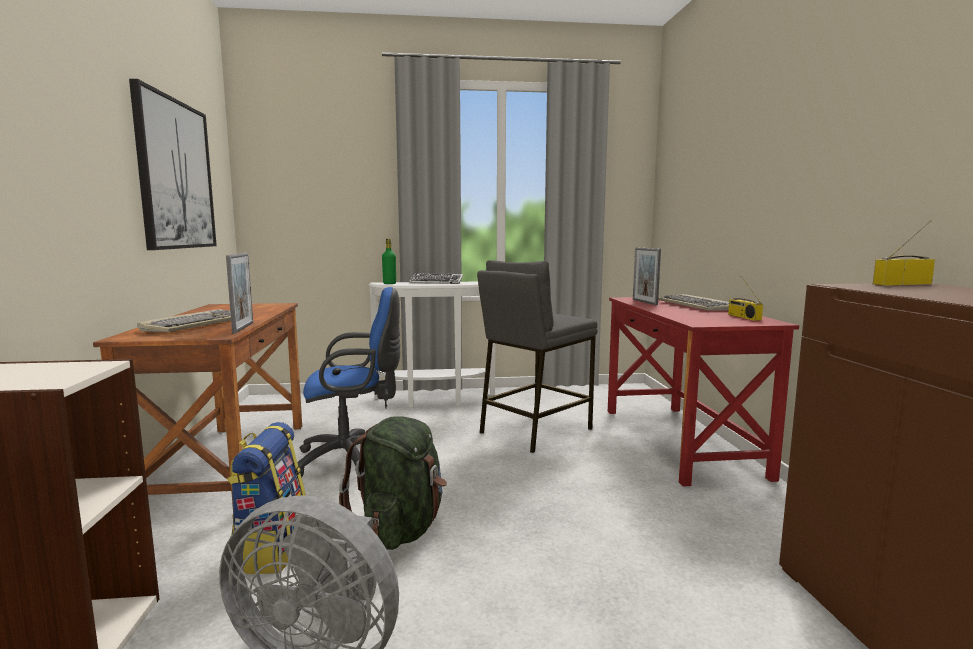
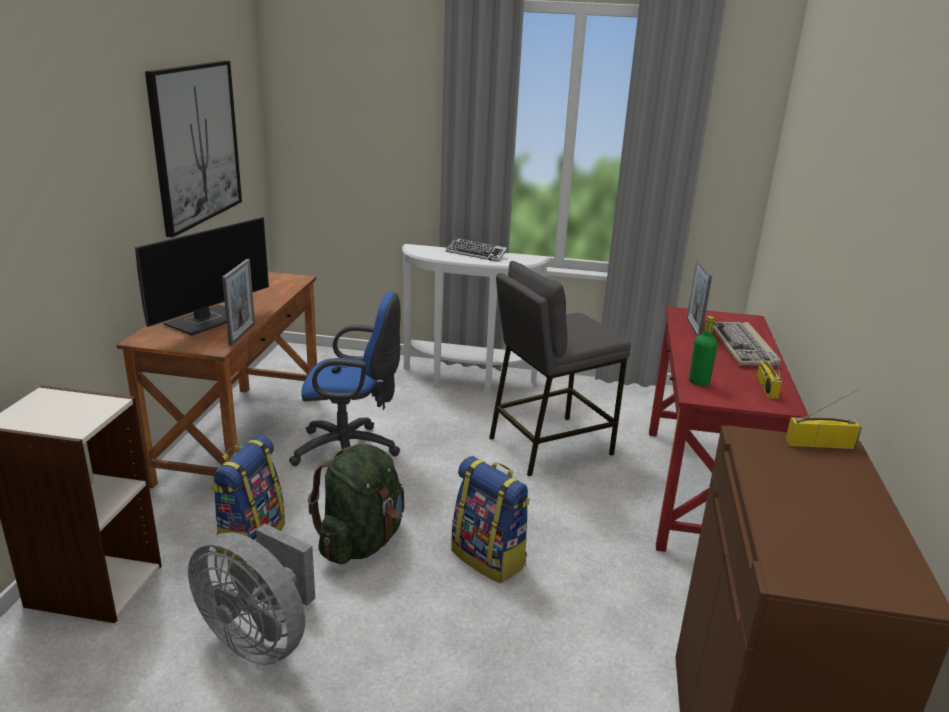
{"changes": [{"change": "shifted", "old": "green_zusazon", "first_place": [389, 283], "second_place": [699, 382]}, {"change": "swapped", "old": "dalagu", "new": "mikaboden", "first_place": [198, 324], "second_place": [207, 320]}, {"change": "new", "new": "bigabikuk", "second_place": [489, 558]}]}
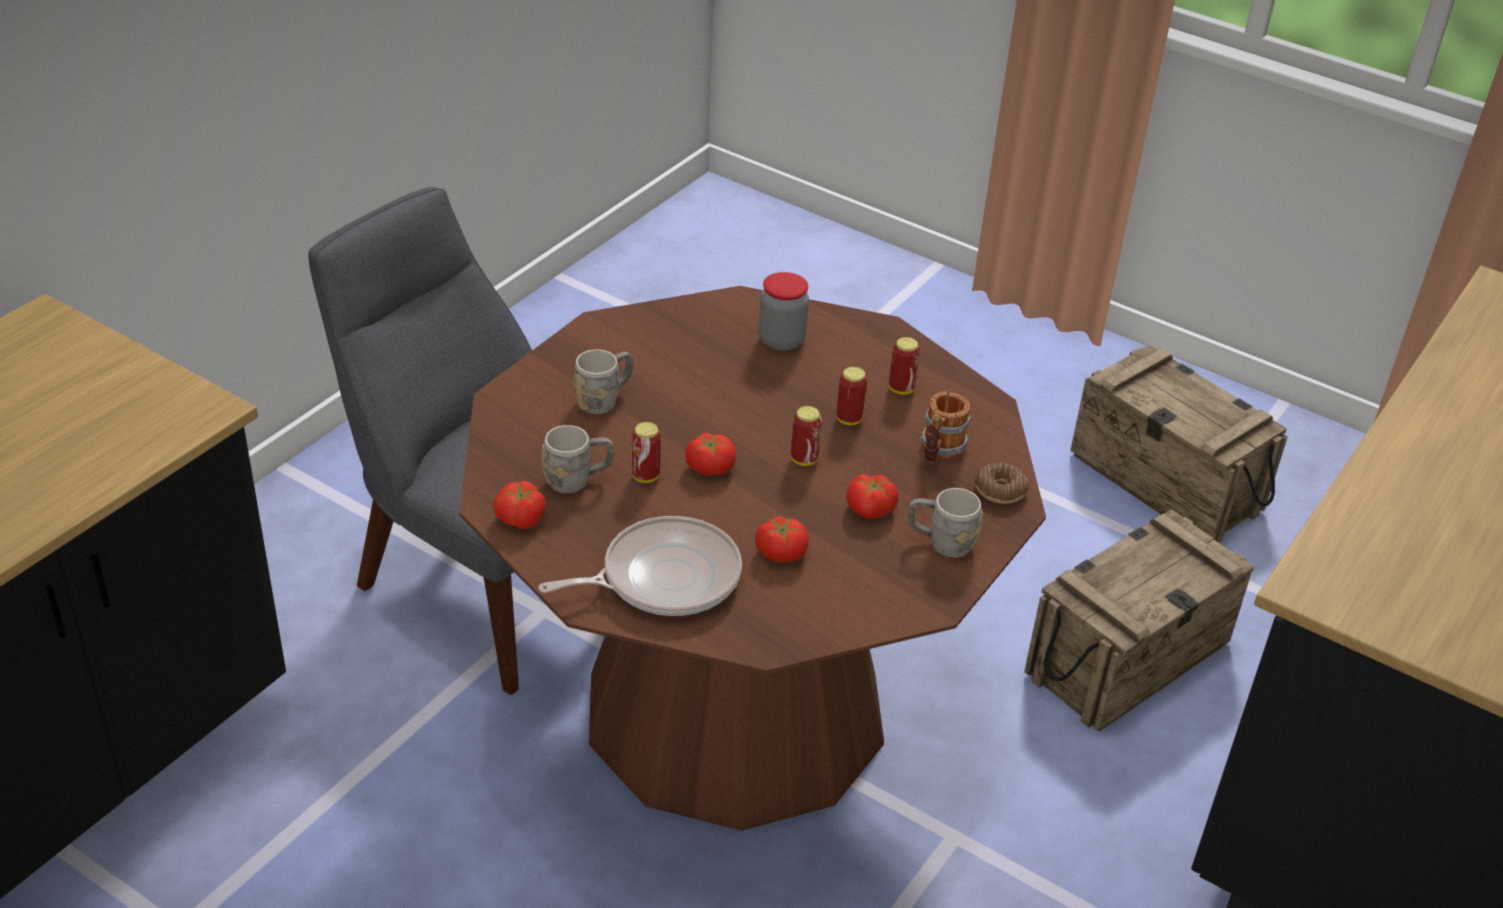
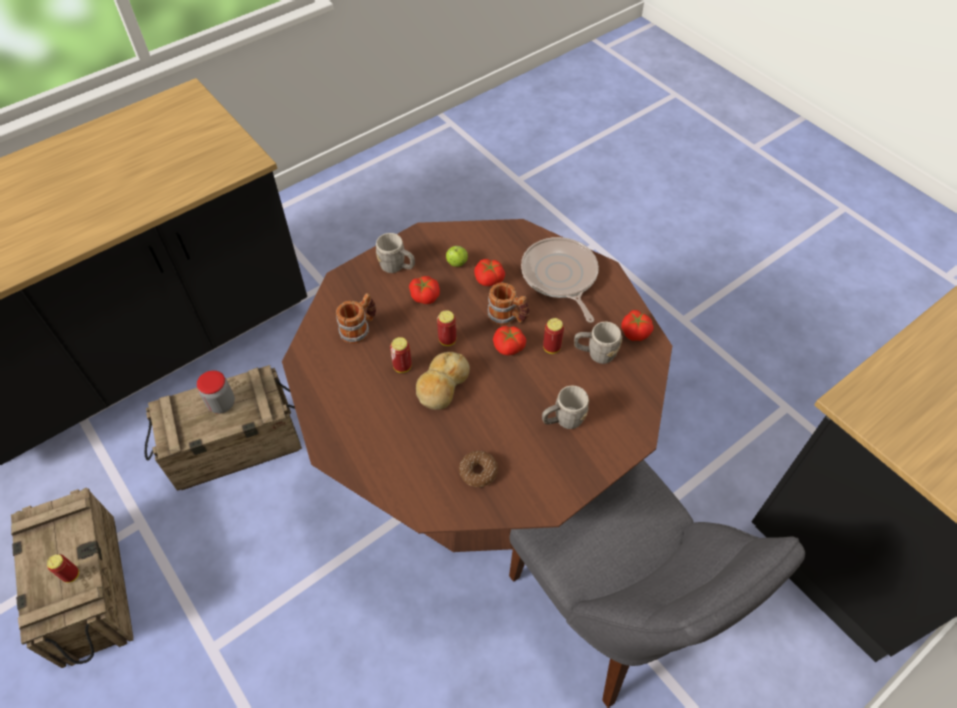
{"changes": [{"change": "shifted", "old": "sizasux", "first_place": [781, 340], "second_place": [222, 403]}, {"change": "shifted", "old": "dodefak", "first_place": [901, 389], "second_place": [71, 575]}, {"change": "shifted", "old": "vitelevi", "first_place": [1000, 490], "second_place": [478, 472]}, {"change": "rotated", "old": "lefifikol", "first_place": [663, 578], "second_place": [560, 277], "degrees": 75}, {"change": "new", "new": "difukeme", "second_place": [457, 263]}, {"change": "new", "new": "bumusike", "second_place": [507, 317]}, {"change": "new", "new": "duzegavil", "second_place": [442, 386]}]}
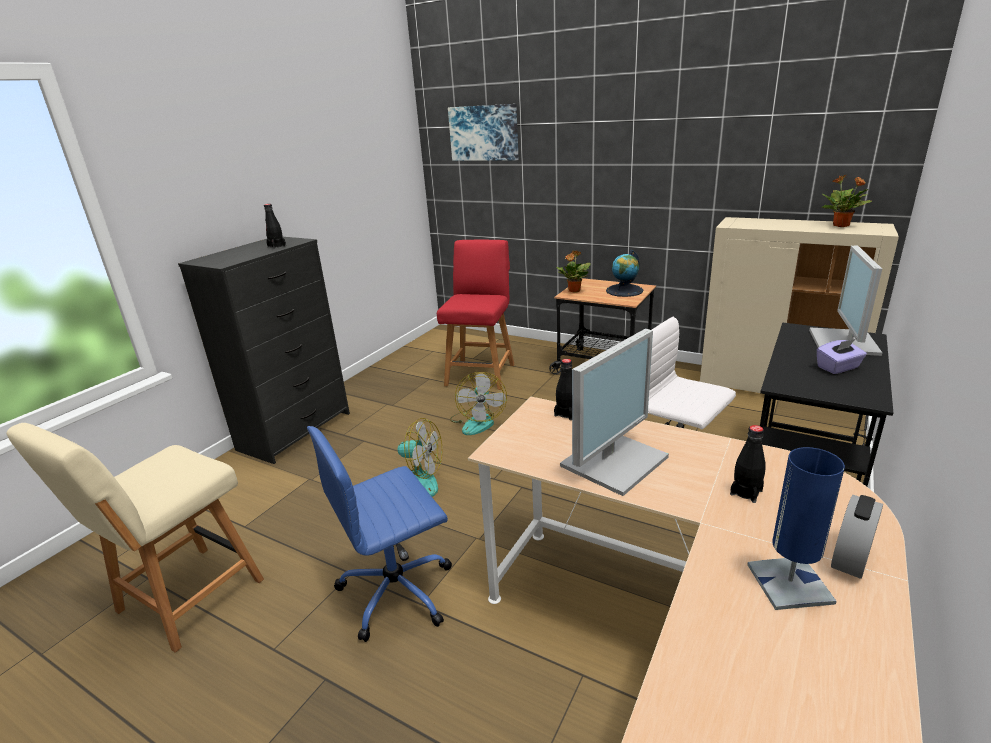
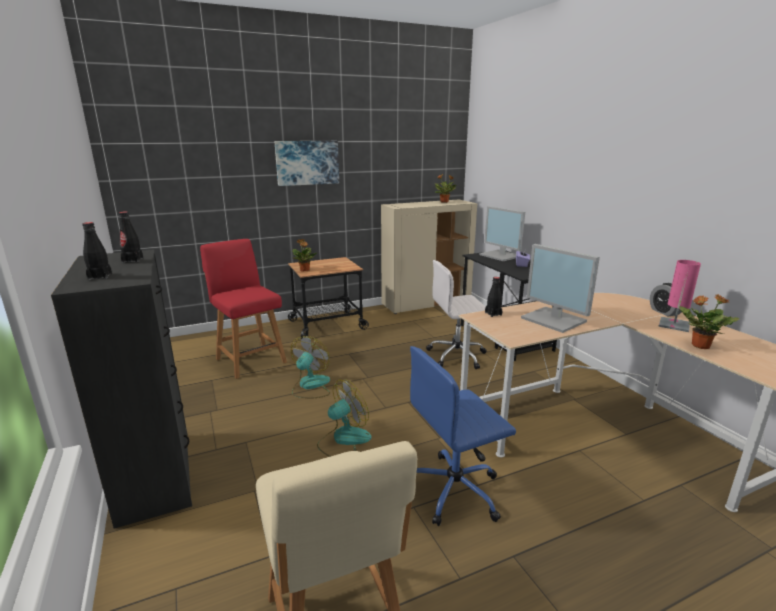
{"changes": [{"change": "shifted", "old": "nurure", "first_place": [484, 133], "second_place": [307, 162]}, {"change": "gone", "old": "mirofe", "first_place": [624, 291]}, {"change": "rotated", "old": "mikaboden", "first_place": [614, 460], "second_place": [555, 320], "degrees": 150}, {"change": "rotated", "old": "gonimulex", "first_place": [478, 421], "second_place": [310, 386], "degrees": -105}, {"change": "shifted", "old": "black_zusazon", "first_place": [746, 492], "second_place": [100, 276]}, {"change": "rotated", "old": "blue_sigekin", "first_place": [398, 591], "second_place": [456, 490], "degrees": 60}, {"change": "repainted", "old": "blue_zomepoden", "new": "pink_zomepoden", "first_place": [789, 583], "second_place": [674, 325]}, {"change": "new", "new": "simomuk", "second_place": [699, 345]}]}
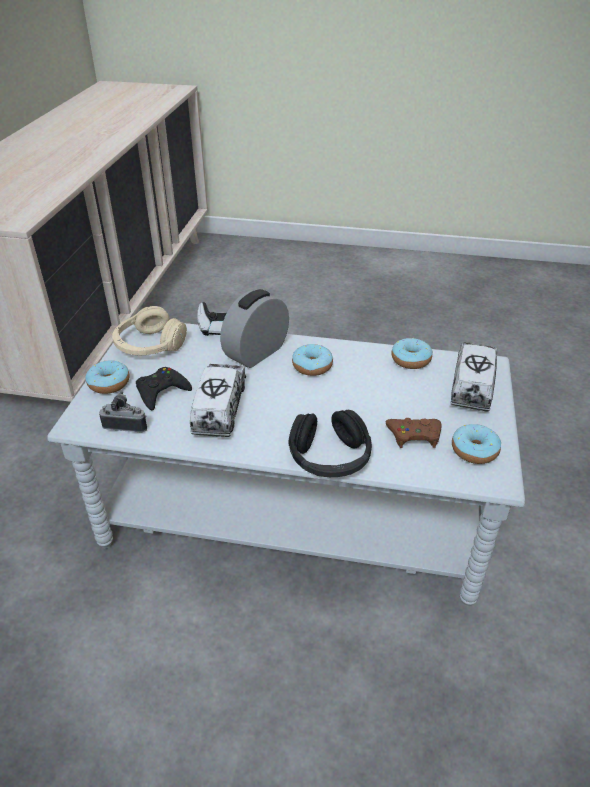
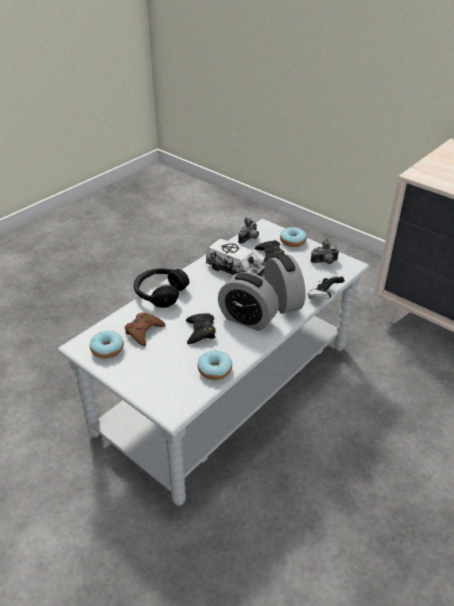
{"changes": [{"change": "swapped", "old": "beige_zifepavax", "new": "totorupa", "first_place": [149, 345], "second_place": [324, 262]}, {"change": "gone", "old": "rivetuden", "first_place": [472, 385]}, {"change": "swapped", "old": "vitelevi", "new": "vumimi", "first_place": [312, 366], "second_place": [247, 319]}, {"change": "new", "new": "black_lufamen", "second_place": [200, 331]}]}
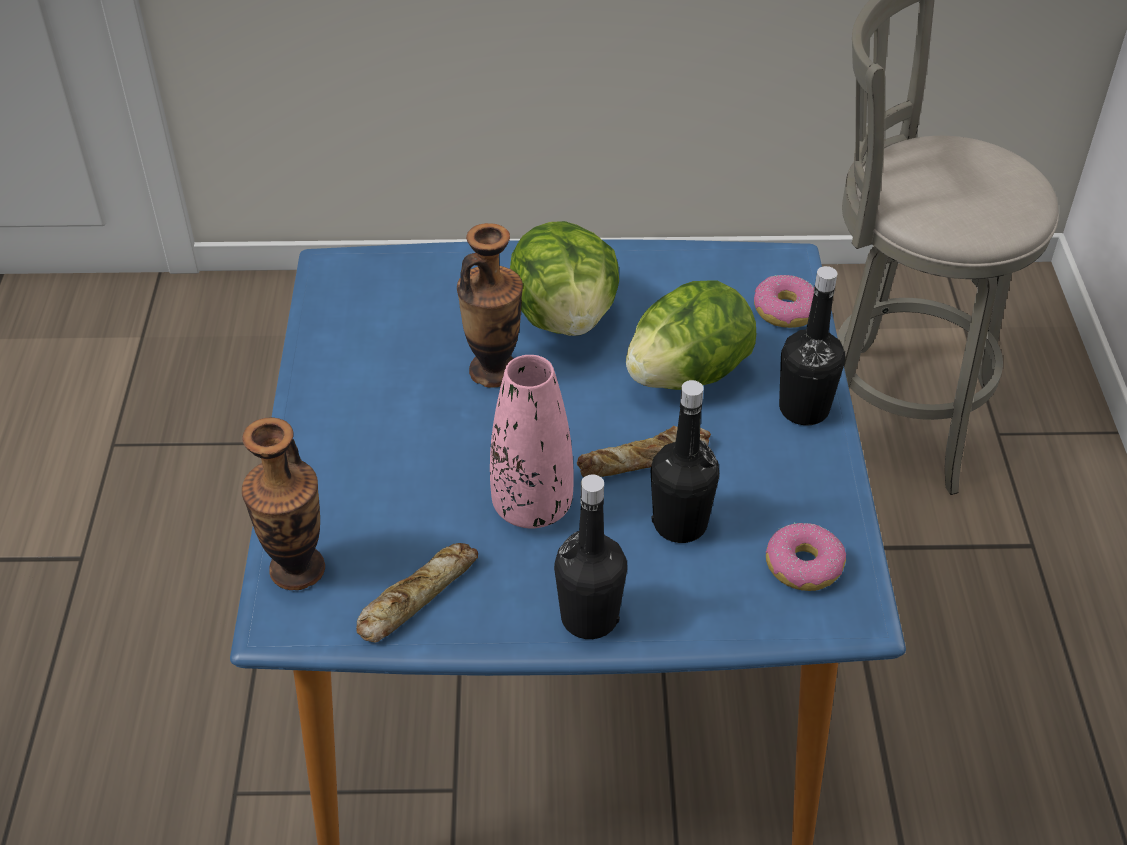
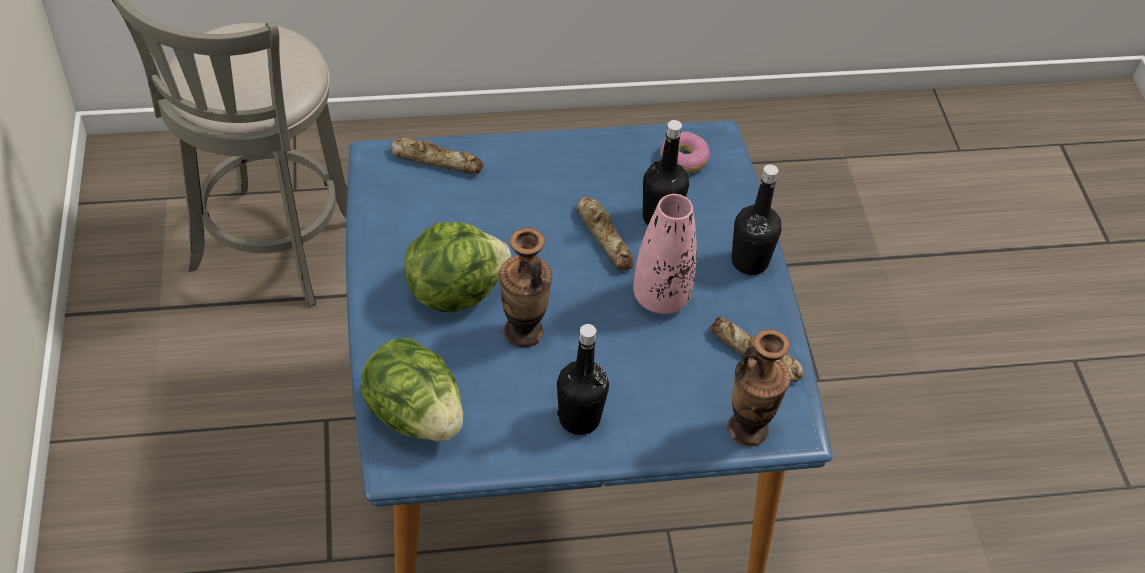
{"changes": [{"change": "shifted", "old": "black_zusazon", "first_place": [804, 409], "second_place": [579, 418]}, {"change": "swapped", "old": "vitelevi", "new": "duzegavil", "first_place": [784, 310], "second_place": [436, 160]}, {"change": "shifted", "old": "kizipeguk", "first_place": [688, 374], "second_place": [415, 415]}]}
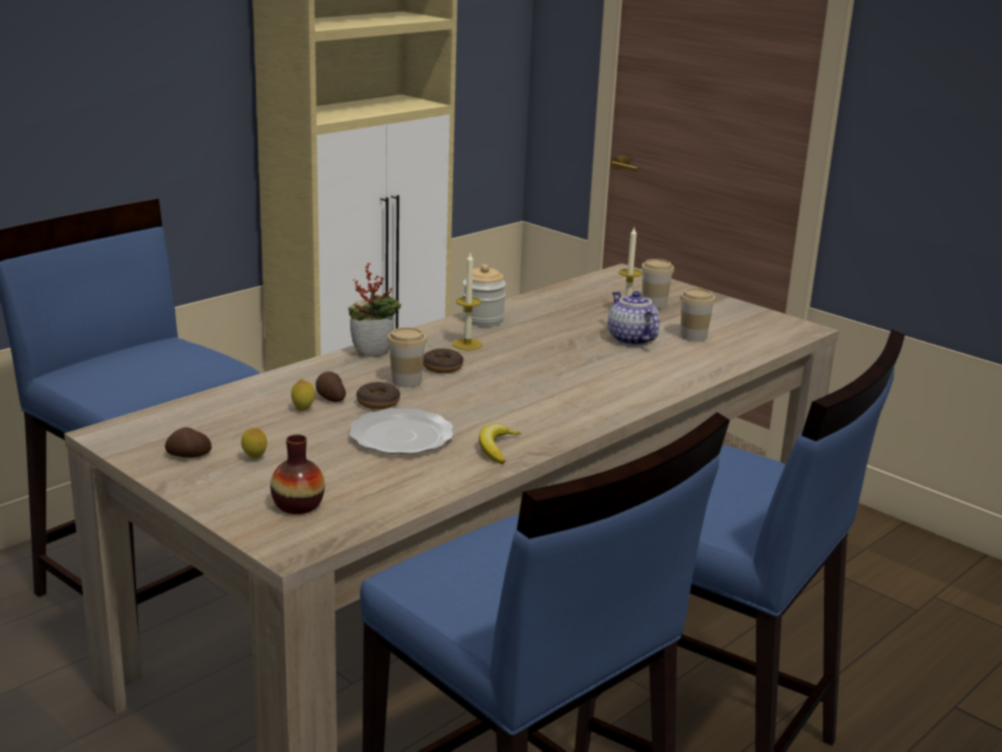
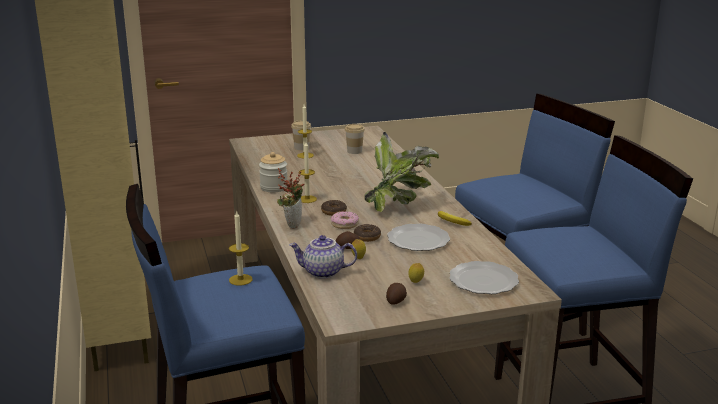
{"changes": [{"change": "shifted", "old": "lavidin", "first_place": [630, 339], "second_place": [323, 272]}, {"change": "swapped", "old": "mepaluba", "new": "vitelevi", "first_place": [406, 381], "second_place": [344, 224]}, {"change": "swapped", "old": "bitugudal", "new": "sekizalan", "first_place": [298, 505], "second_place": [484, 281]}, {"change": "new", "new": "simomuk", "second_place": [399, 204]}, {"change": "new", "new": "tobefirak", "second_place": [240, 279]}]}
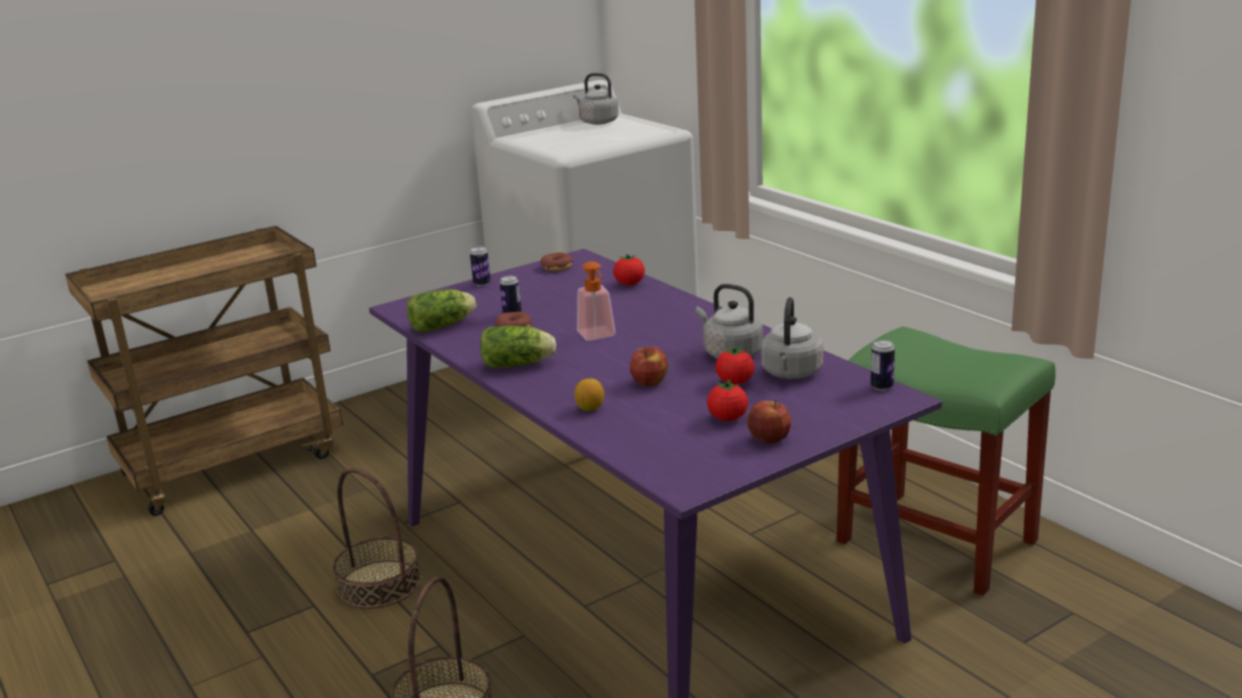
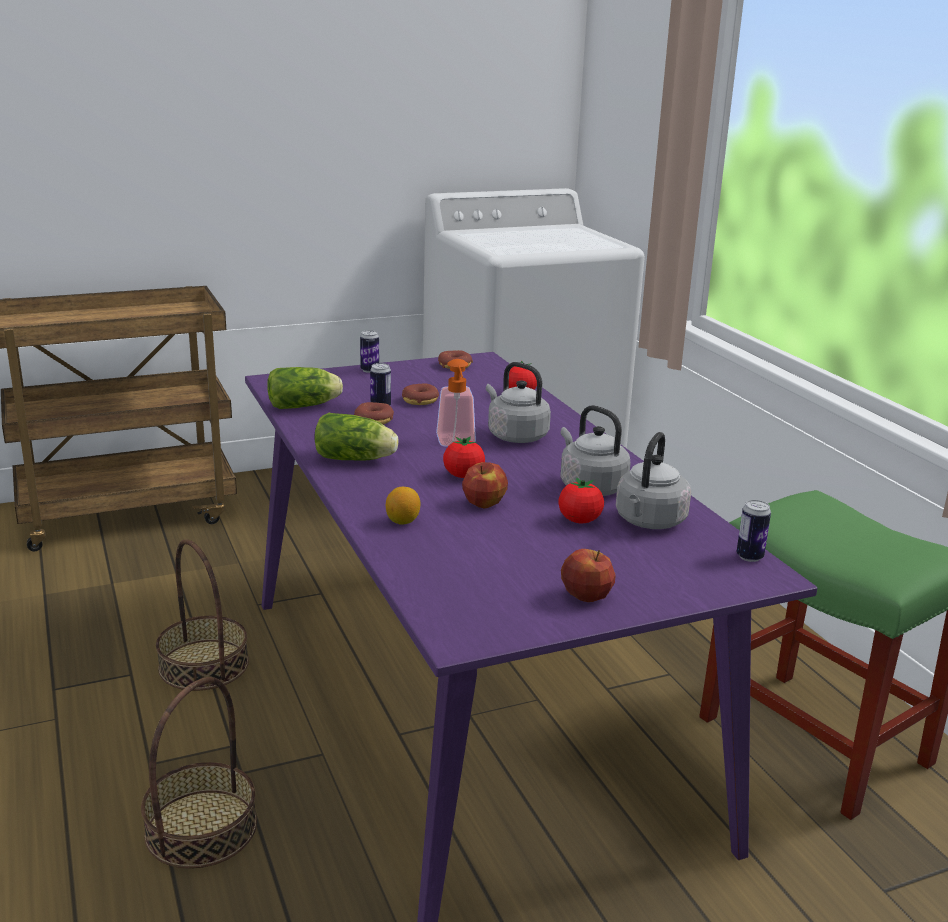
{"changes": [{"change": "shifted", "old": "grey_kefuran", "first_place": [597, 122], "second_place": [515, 436]}, {"change": "shifted", "old": "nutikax", "first_place": [728, 418], "second_place": [463, 476]}, {"change": "new", "new": "vitelevi", "second_place": [420, 400]}]}
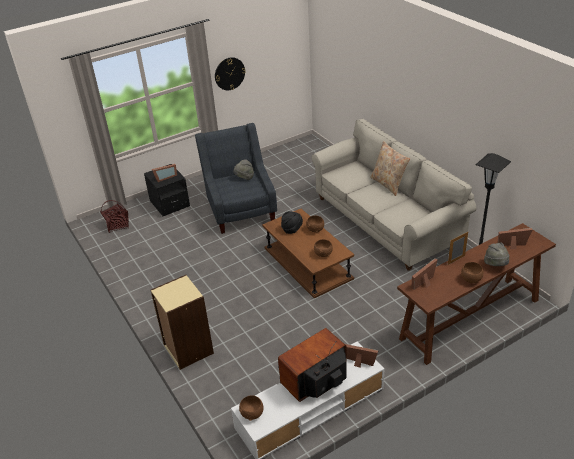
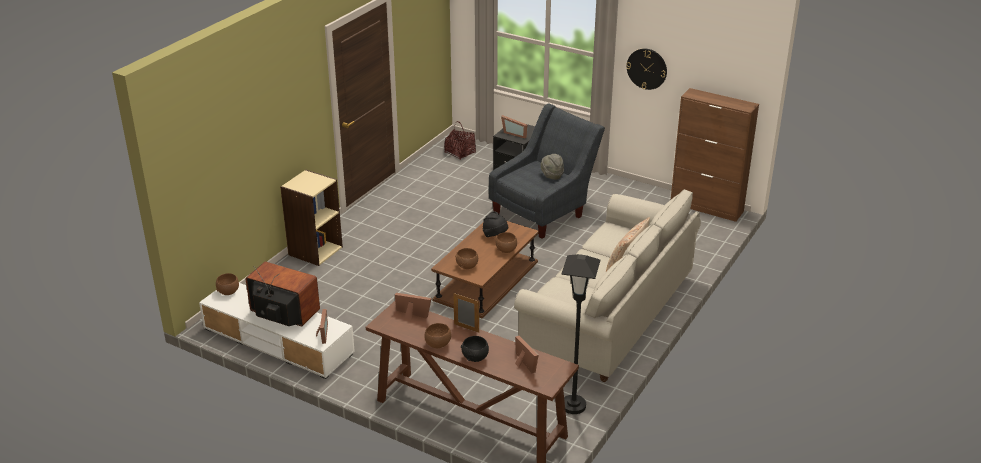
{"changes": [{"change": "swapped", "old": "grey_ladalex", "new": "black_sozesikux", "first_place": [496, 265], "second_place": [475, 357]}, {"change": "new", "new": "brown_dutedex", "second_place": [707, 207]}]}
